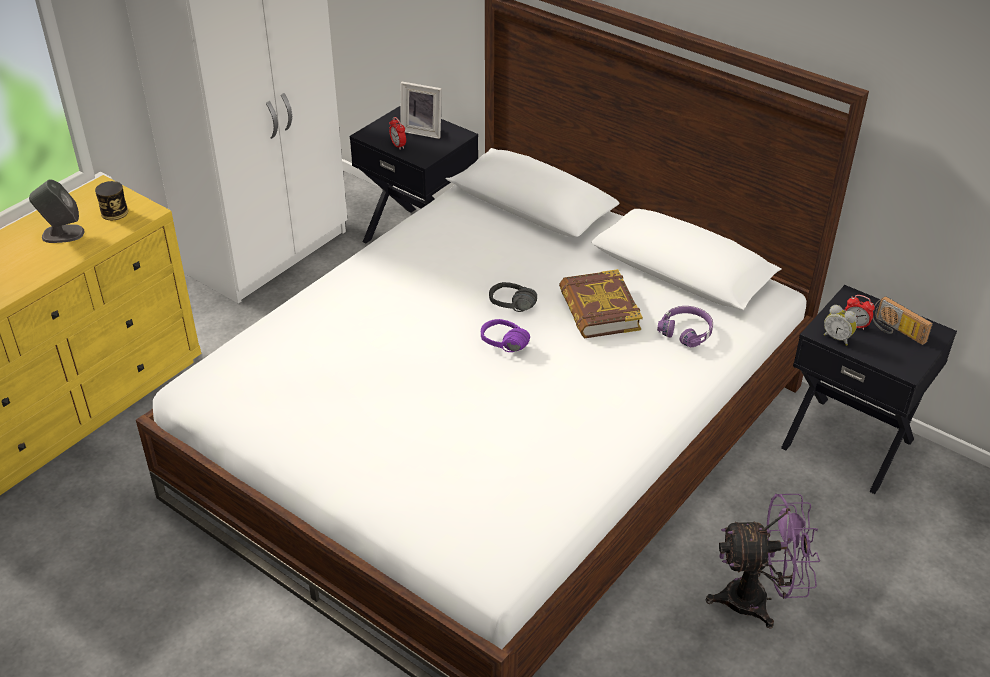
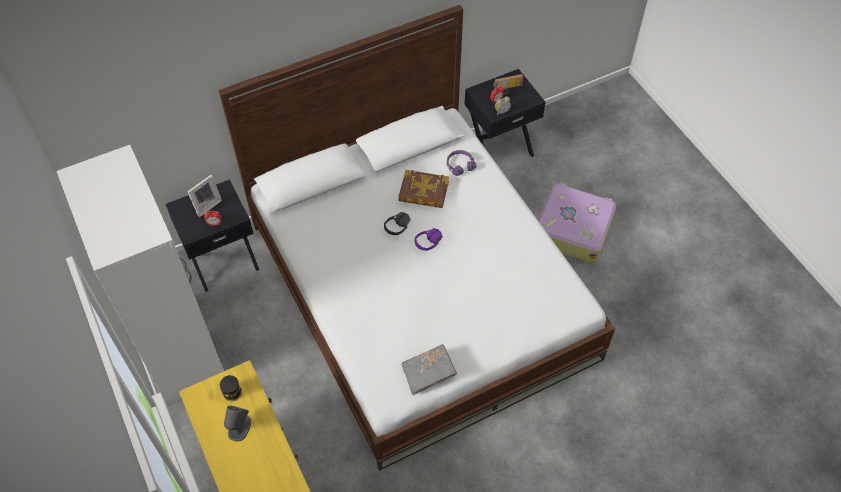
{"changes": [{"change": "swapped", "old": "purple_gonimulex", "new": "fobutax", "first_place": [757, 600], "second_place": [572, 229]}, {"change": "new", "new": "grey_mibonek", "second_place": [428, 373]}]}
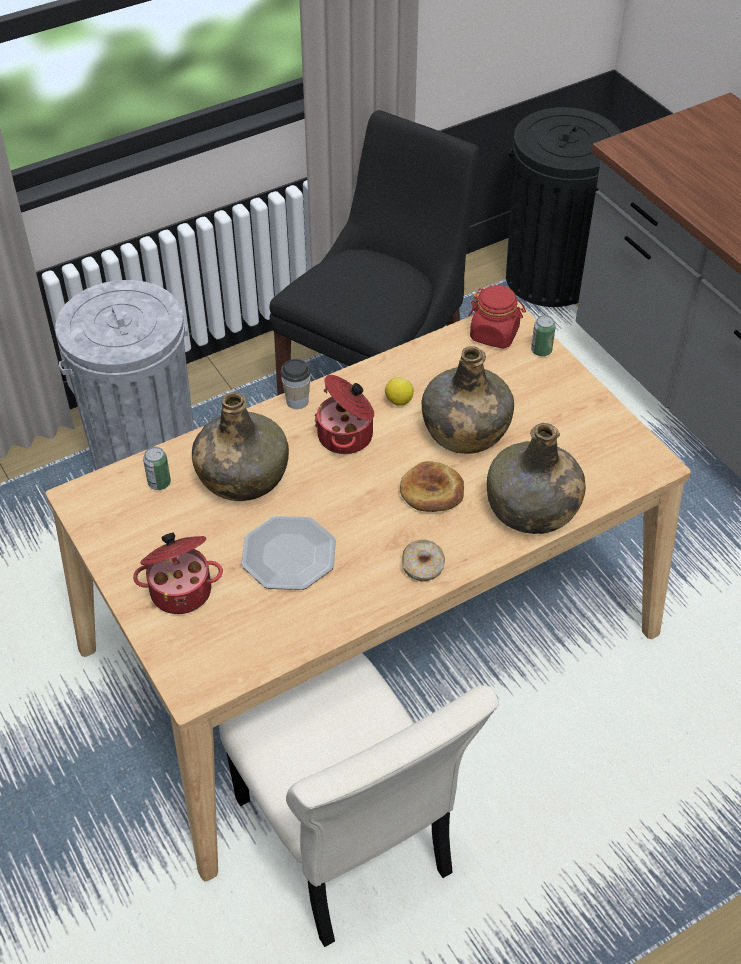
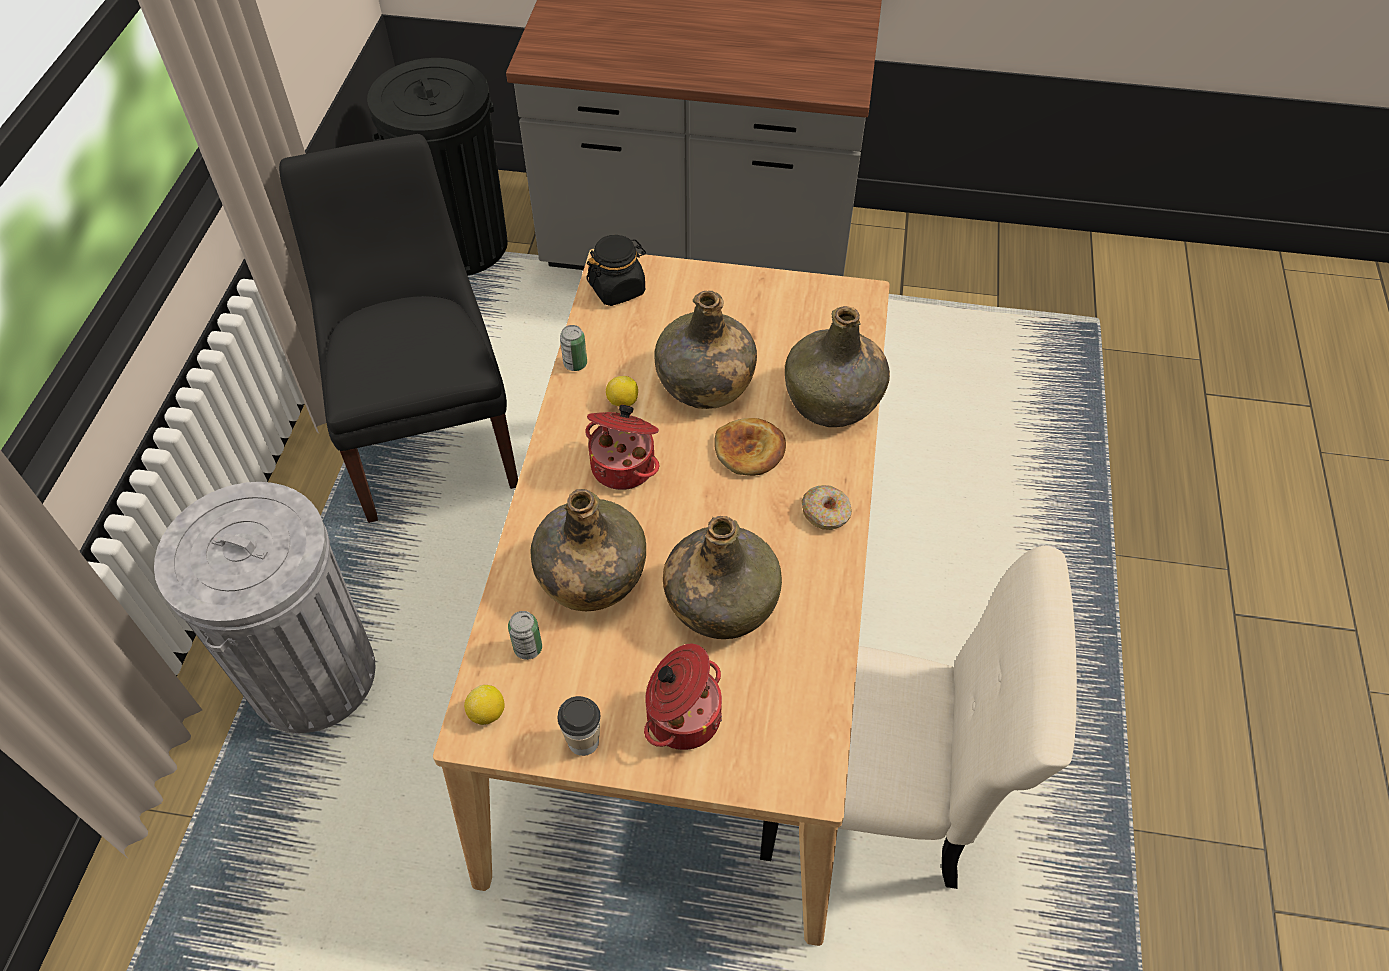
{"changes": [{"change": "repainted", "old": "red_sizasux", "new": "black_sizasux", "first_place": [494, 334], "second_place": [617, 288]}, {"change": "shifted", "old": "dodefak", "first_place": [541, 350], "second_place": [575, 364]}, {"change": "shifted", "old": "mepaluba", "first_place": [297, 401], "second_place": [583, 741]}, {"change": "swapped", "old": "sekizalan", "new": "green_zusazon", "first_place": [289, 555], "second_place": [721, 601]}, {"change": "new", "new": "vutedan", "second_place": [487, 713]}]}
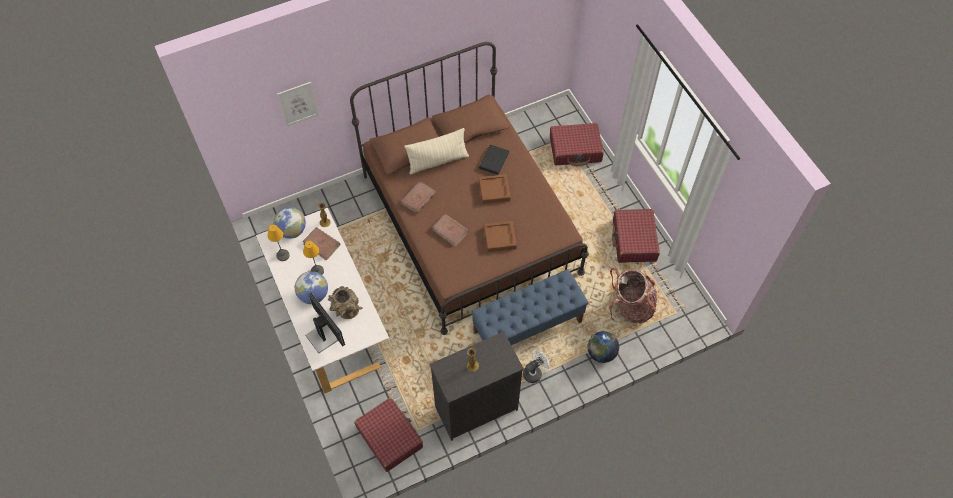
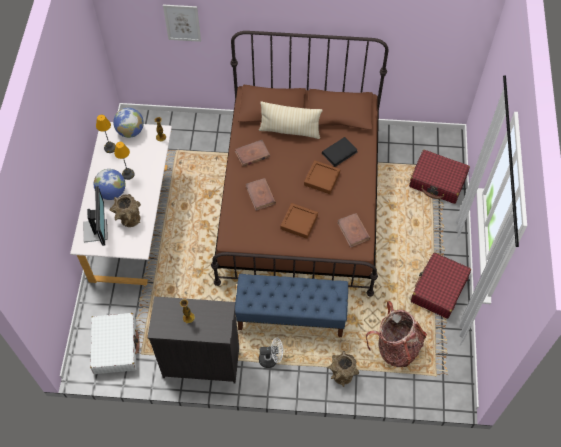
{"changes": [{"change": "shifted", "old": "brown_mibonek", "first_place": [321, 244], "second_place": [353, 231]}, {"change": "swapped", "old": "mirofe", "new": "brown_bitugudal", "first_place": [601, 353], "second_place": [341, 374]}, {"change": "repainted", "old": "red_fobutax", "new": "white_fobutax", "first_place": [389, 437], "second_place": [115, 346]}]}
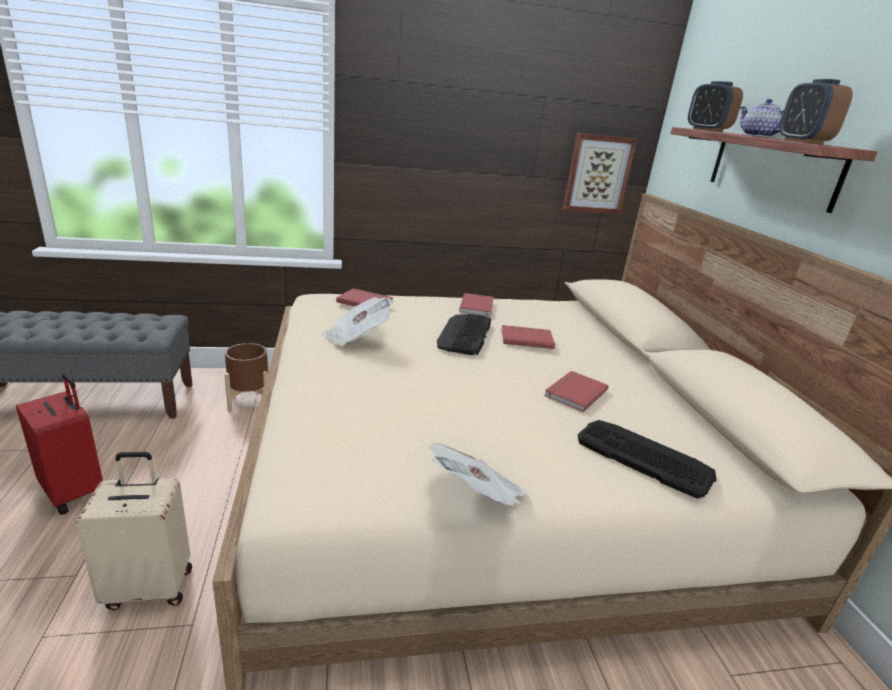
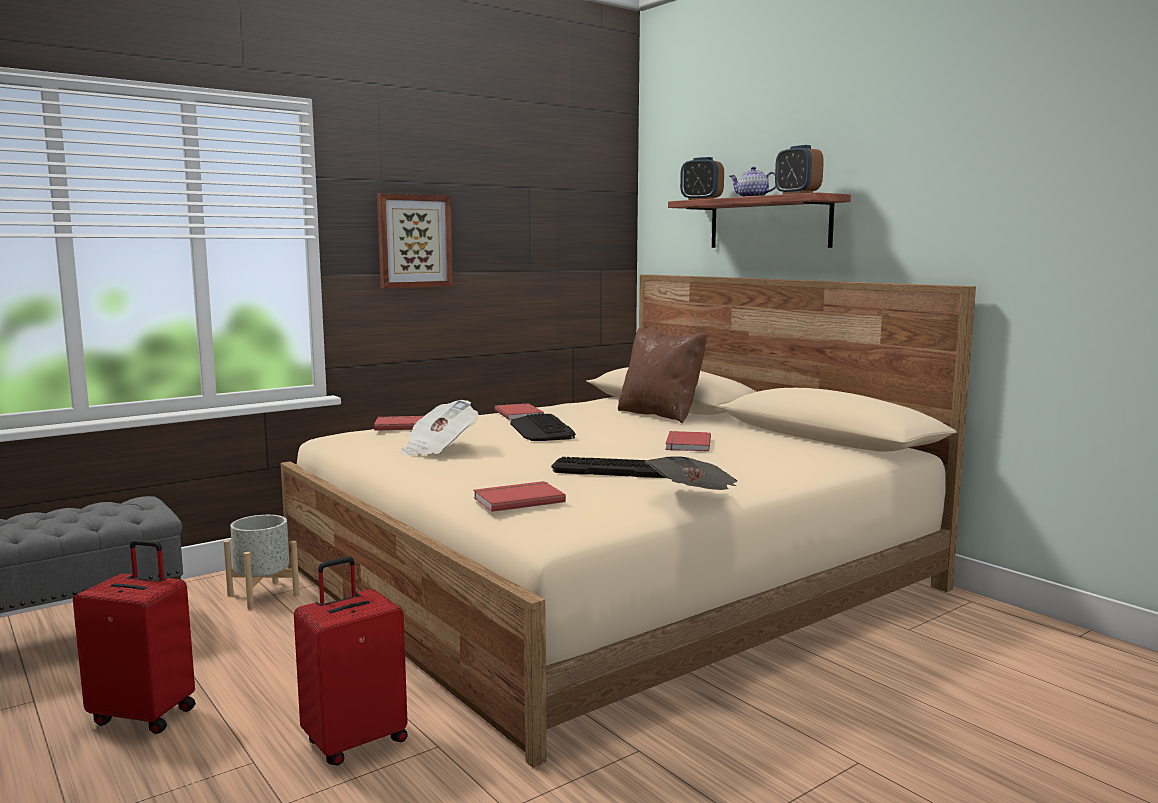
{"changes": [{"change": "shifted", "old": "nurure", "first_place": [597, 174], "second_place": [414, 241]}, {"change": "shifted", "old": "red_mibonek", "first_place": [526, 338], "second_place": [517, 499]}, {"change": "repainted", "old": "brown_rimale", "new": "grey_rimale", "first_place": [249, 400], "second_place": [263, 595]}, {"change": "shifted", "old": "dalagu", "first_place": [643, 456], "second_place": [614, 468]}, {"change": "repainted", "old": "beige_fobutax", "new": "red_fobutax", "first_place": [150, 587], "second_place": [355, 741]}, {"change": "new", "new": "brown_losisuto", "second_place": [660, 415]}]}
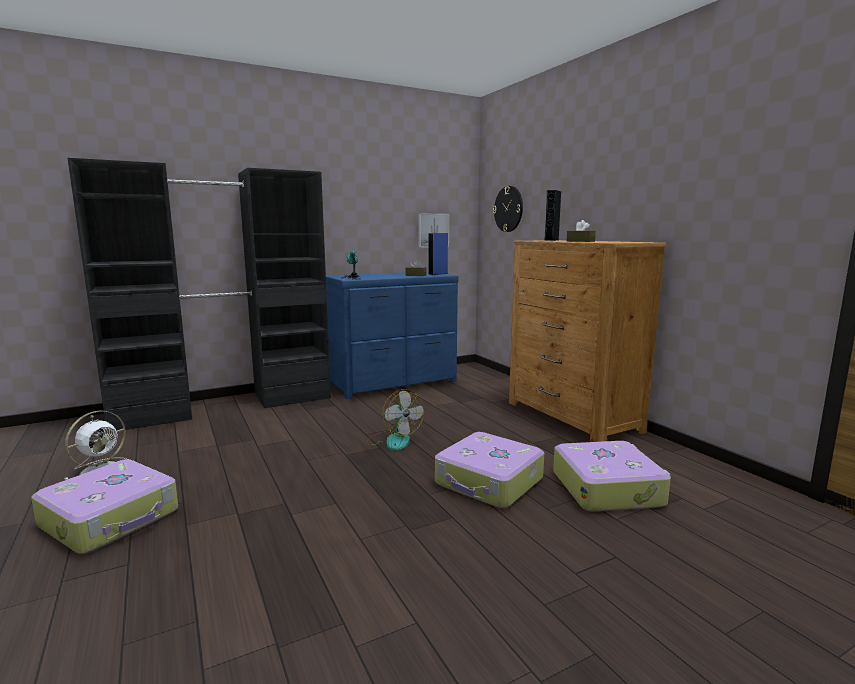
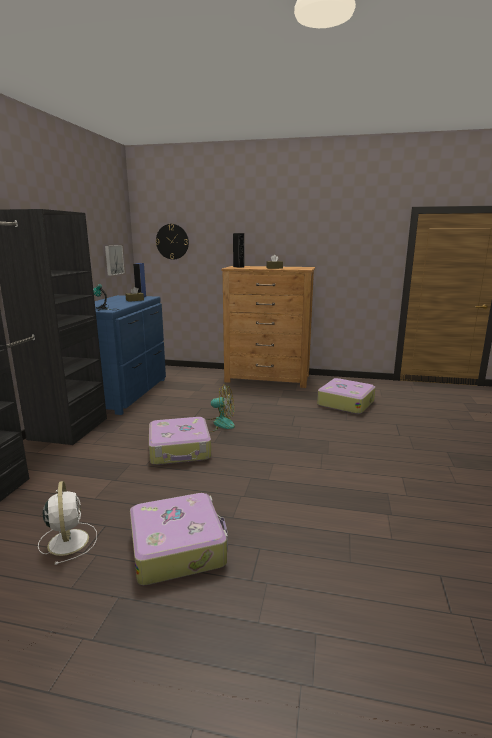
{"changes": [{"change": "shifted", "old": "fobutax", "first_place": [489, 482], "second_place": [180, 450]}]}
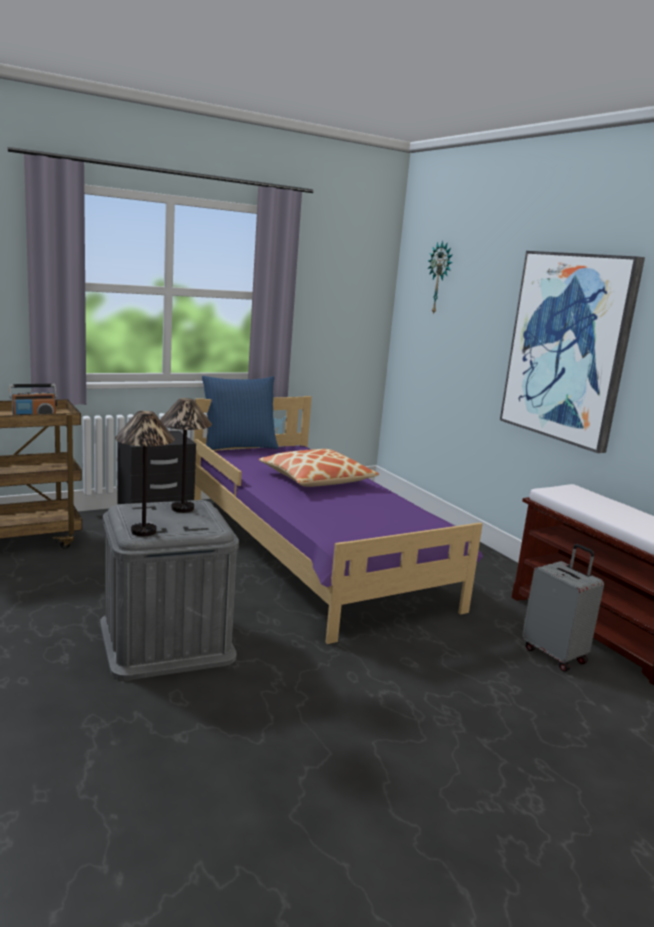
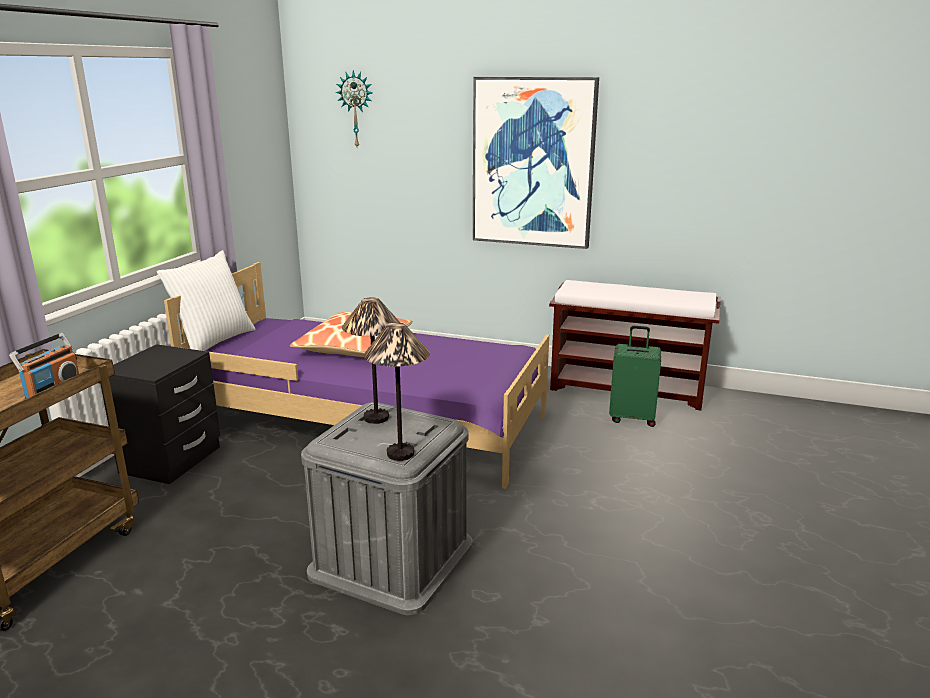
{"changes": [{"change": "repainted", "old": "blue_losisuto", "new": "white_losisuto", "first_place": [238, 446], "second_place": [214, 341]}, {"change": "repainted", "old": "grey_fobutax", "new": "green_fobutax", "first_place": [555, 655], "second_place": [632, 418]}]}
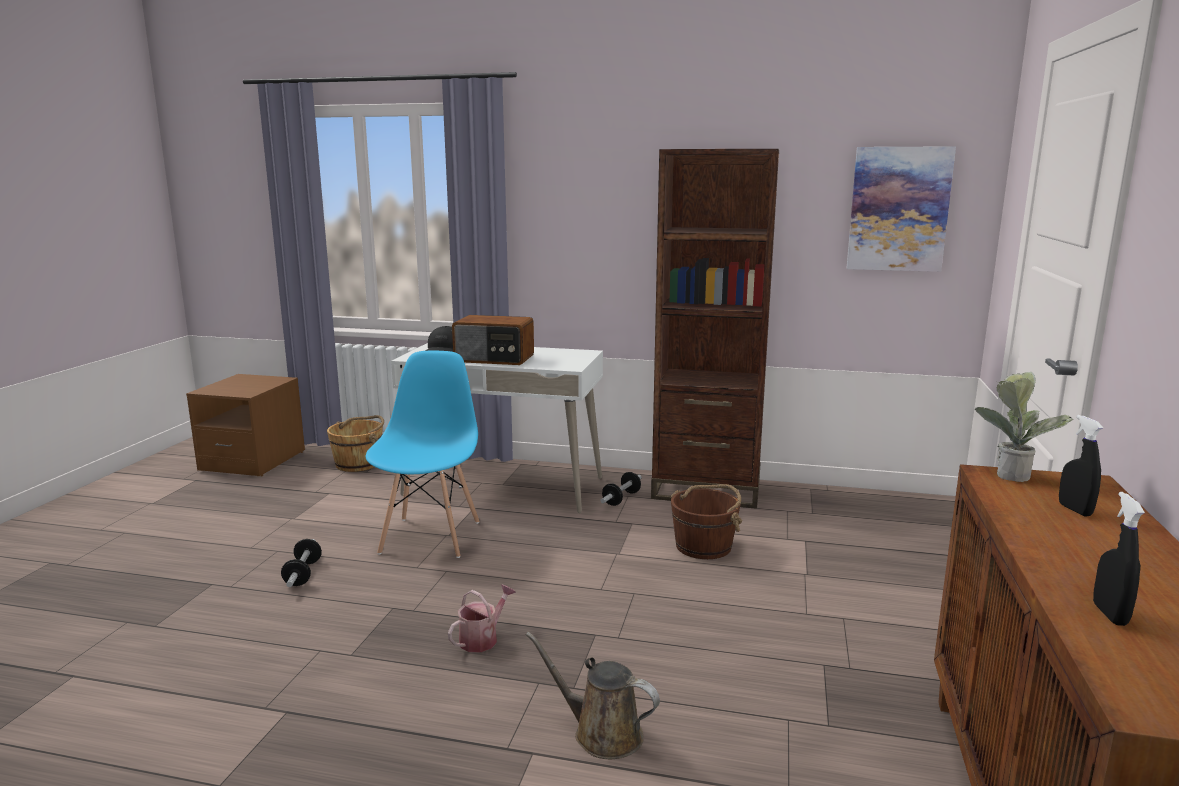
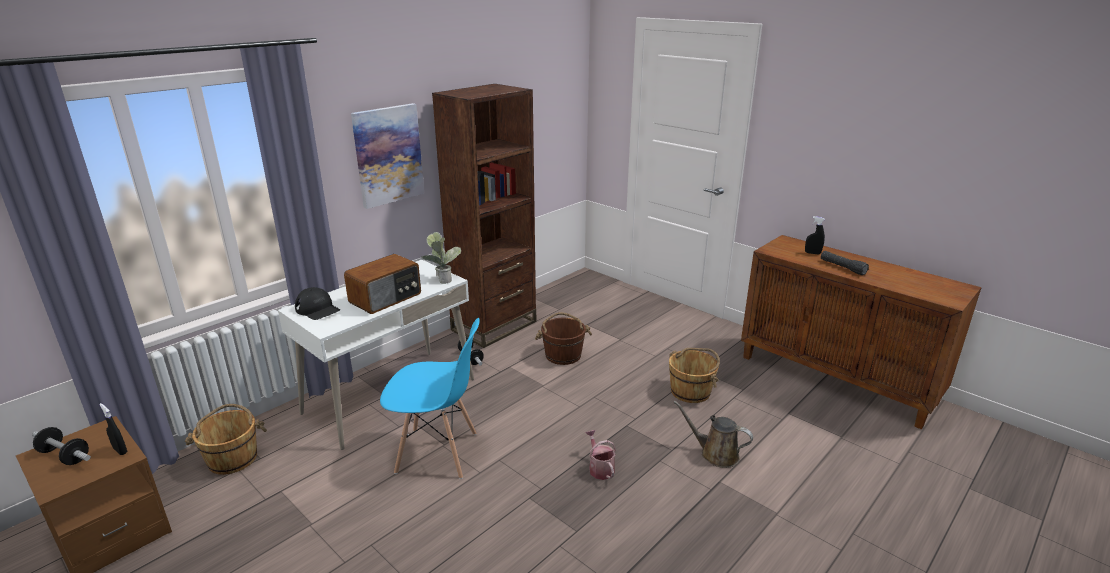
{"changes": [{"change": "shifted", "old": "nurure", "first_place": [898, 209], "second_place": [388, 155]}, {"change": "rotated", "old": "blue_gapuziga", "first_place": [431, 537], "second_place": [438, 453], "degrees": 150}, {"change": "shifted", "old": "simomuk", "first_place": [1011, 473], "second_place": [442, 279]}, {"change": "shifted", "old": "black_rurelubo", "first_place": [1109, 614], "second_place": [120, 450]}, {"change": "shifted", "old": "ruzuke", "first_place": [303, 574], "second_place": [65, 456]}, {"change": "rotated", "old": "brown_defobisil", "first_place": [601, 733], "second_place": [715, 454], "degrees": 60}, {"change": "new", "new": "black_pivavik", "second_place": [842, 268]}, {"change": "new", "new": "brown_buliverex", "second_place": [691, 391]}]}
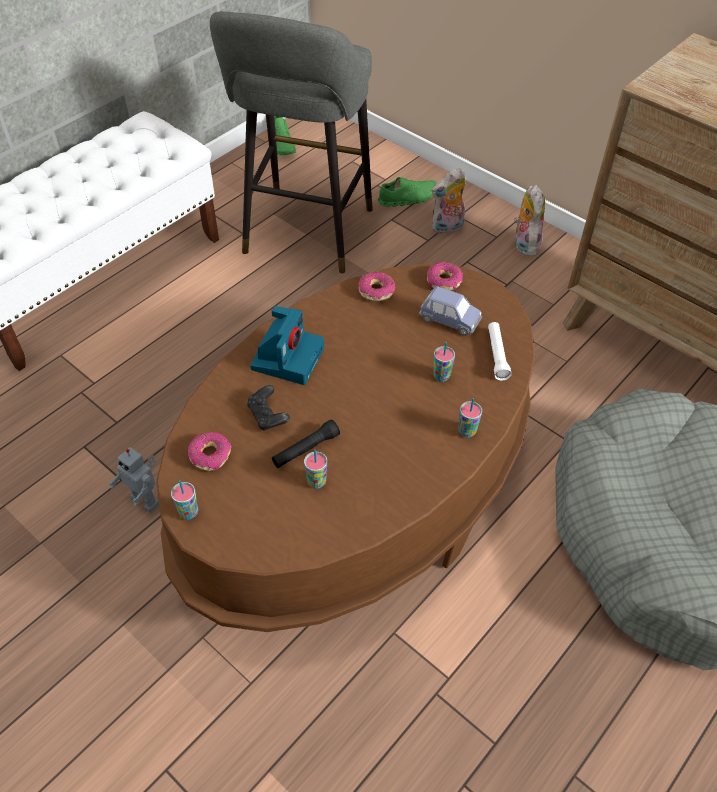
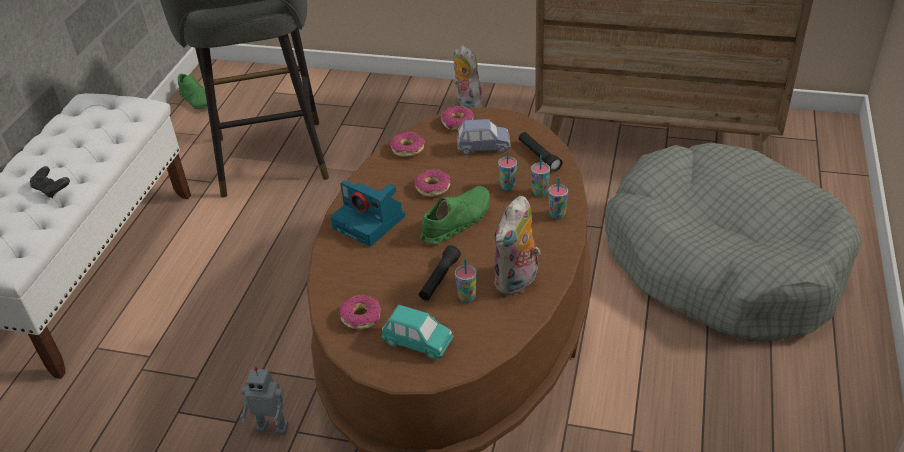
{"changes": [{"change": "shifted", "old": "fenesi", "first_place": [447, 228], "second_place": [517, 282]}, {"change": "shifted", "old": "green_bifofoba", "first_place": [407, 198], "second_place": [456, 222]}, {"change": "rotated", "old": "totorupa", "first_place": [287, 357], "second_place": [370, 222], "degrees": 135}, {"change": "repainted", "old": "white_pivavik", "new": "black_pivavik", "first_place": [497, 355], "second_place": [539, 156]}, {"change": "shifted", "old": "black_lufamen", "first_place": [268, 416], "second_place": [52, 189]}, {"change": "shifted", "old": "mepaluba", "first_place": [188, 512], "second_place": [540, 192]}, {"change": "new", "new": "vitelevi", "second_place": [432, 188]}, {"change": "new", "new": "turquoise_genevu", "second_place": [418, 342]}]}
